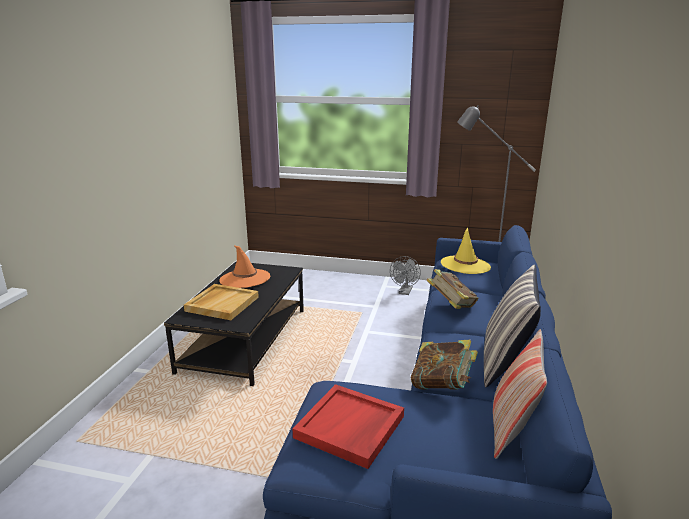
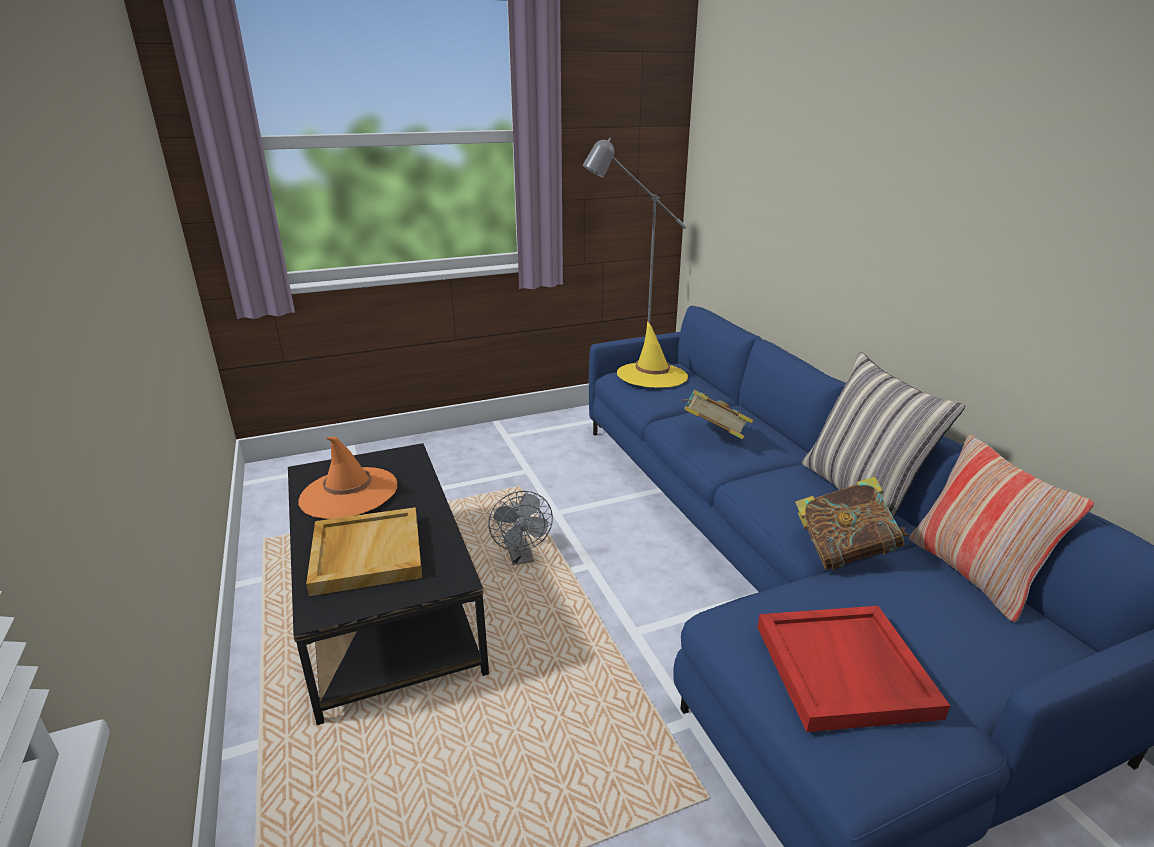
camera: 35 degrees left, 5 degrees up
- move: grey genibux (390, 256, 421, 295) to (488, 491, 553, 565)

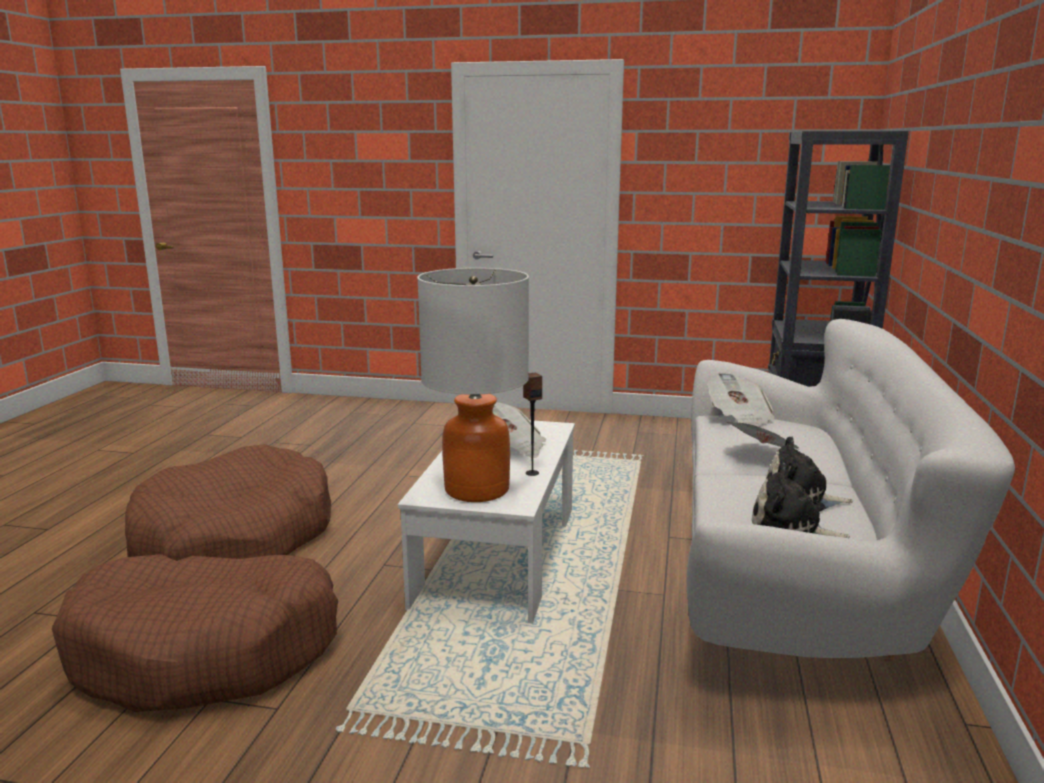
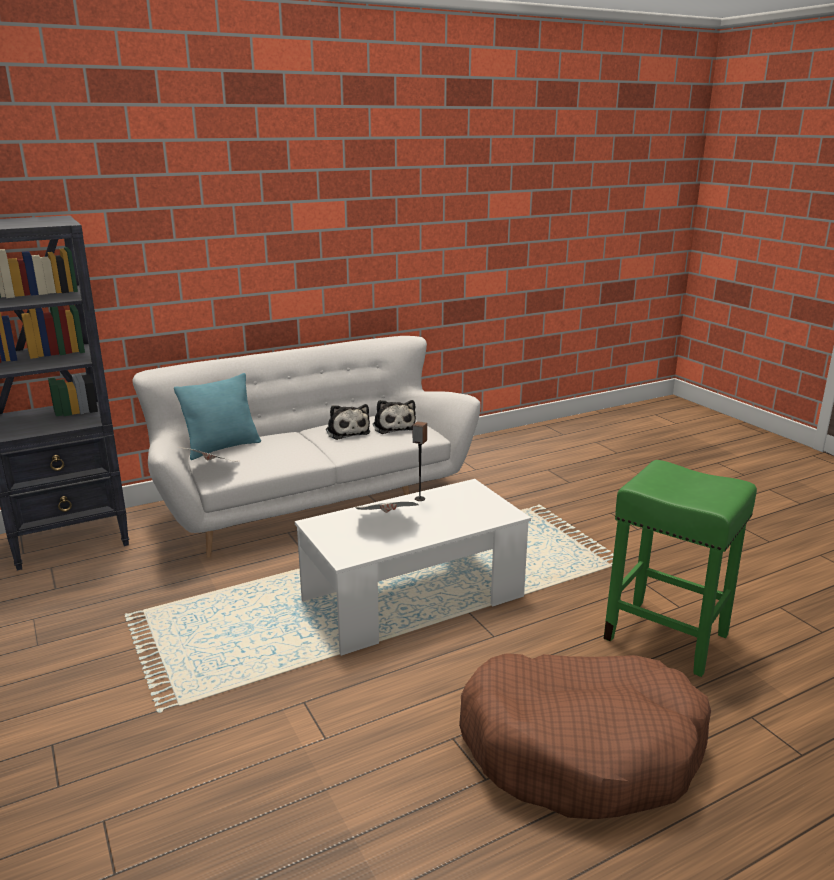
camera: 130 degrees left, 5 degrees up
- insert: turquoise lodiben (174, 373, 261, 460)
- replace: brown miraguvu (52, 554, 338, 712) to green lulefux (603, 460, 757, 677)
- delete: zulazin (417, 268, 529, 502)
- delete: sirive (727, 422, 800, 451)

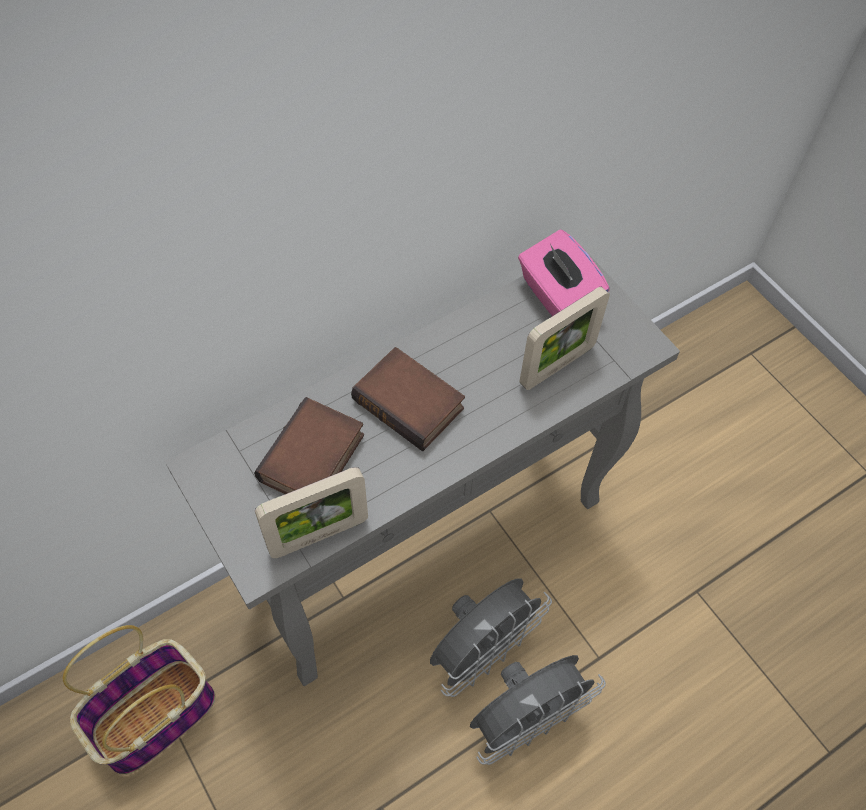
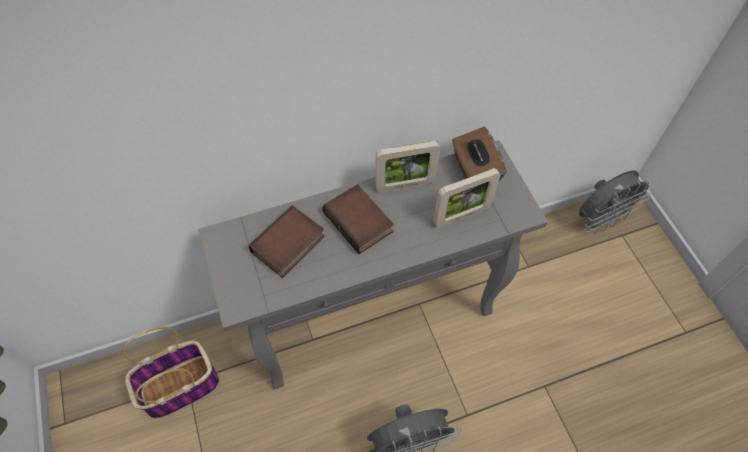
camera: 15 degrees right, 0 degrees up
- move: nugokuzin (255, 467, 368, 558) to (375, 141, 440, 192)
- recolor: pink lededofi (518, 229, 610, 316) to brown lededofi (452, 127, 506, 181)
- move: grey genibux (430, 578, 552, 697) to (579, 171, 655, 234)

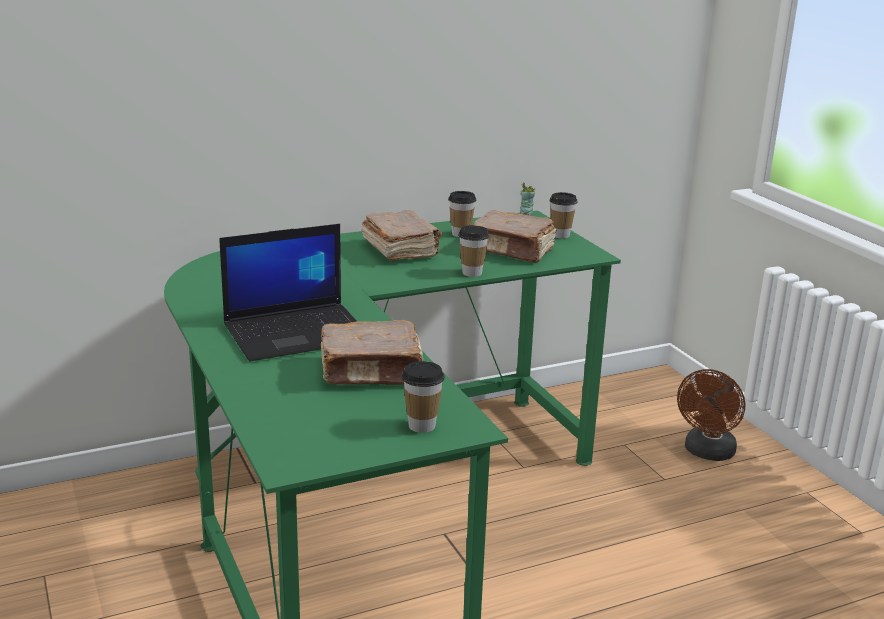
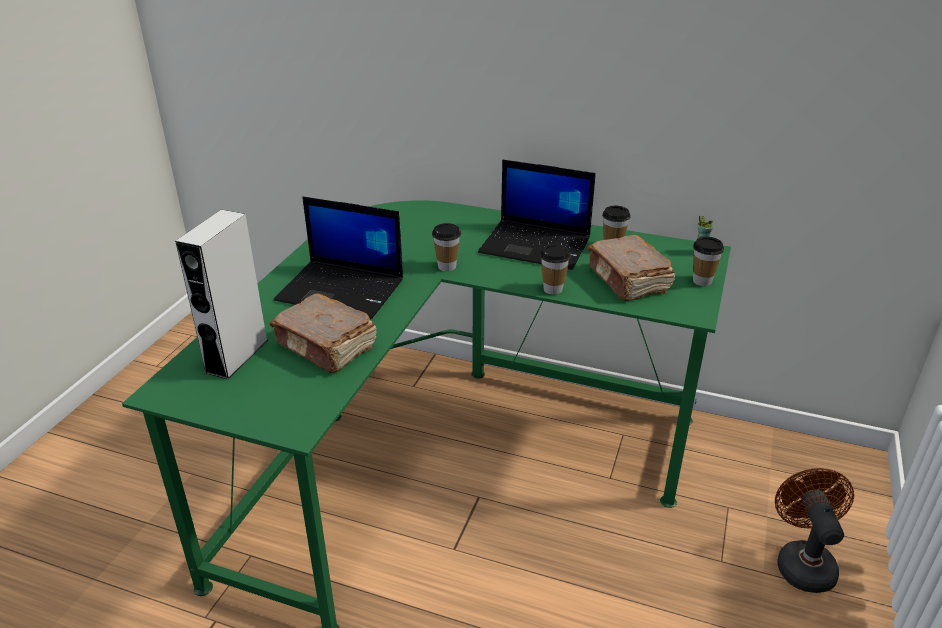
camera: 45 degrees right, 10 degrees up
- insert: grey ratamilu (175, 210, 268, 379)
- move: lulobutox (401, 361, 445, 433) to (432, 223, 461, 272)
- replace: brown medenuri (361, 210, 442, 261) to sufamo (478, 159, 596, 270)
- rotate: brown genibux (677, 369, 745, 461) = (775, 468, 854, 593) 105 degrees clockwise

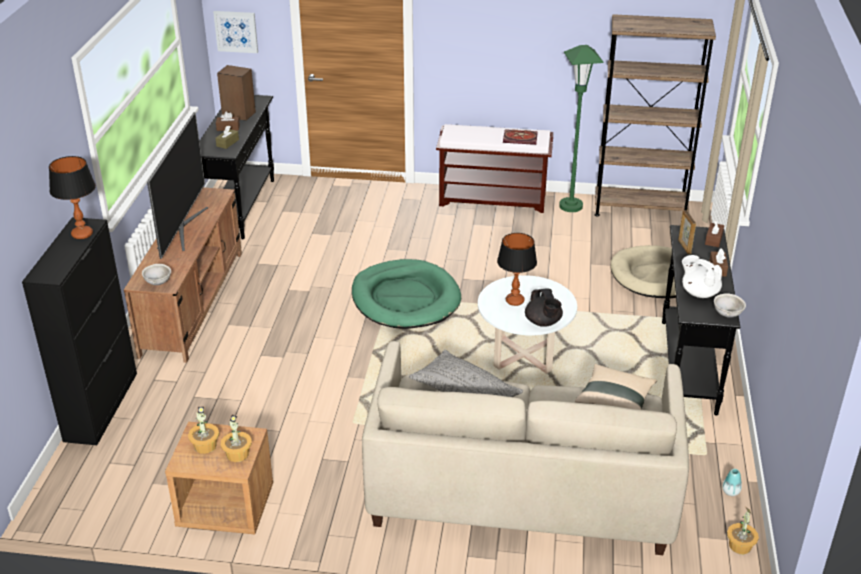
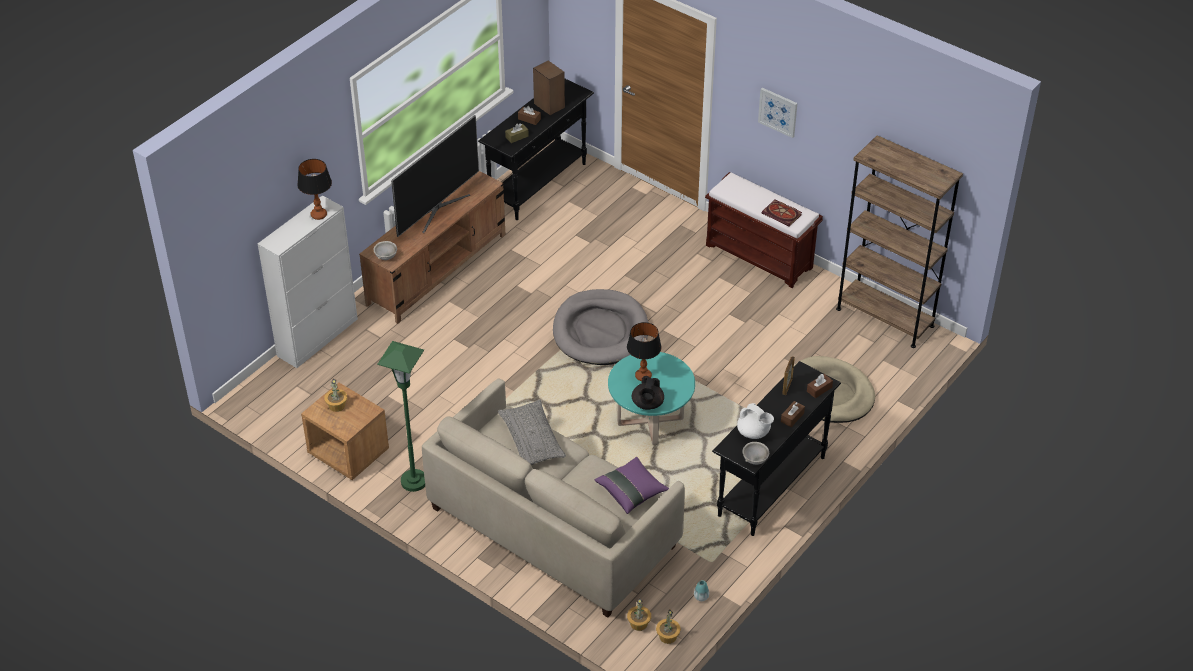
camera: 30 degrees right, 10 degrees up
- recolor: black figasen (22, 217, 137, 445) to white figasen (258, 195, 358, 368)
- move: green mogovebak (559, 45, 604, 212) to (377, 341, 425, 492)
- recolor: green miraguvu (352, 259, 461, 329) to grey miraguvu (553, 289, 649, 365)
- recolor: beige lodiben (575, 364, 657, 410) to purple lodiben (595, 457, 669, 514)
- recolor: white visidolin (478, 275, 577, 374) to turquoise visidolin (608, 352, 695, 445)
- move: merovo (221, 415, 252, 462) to (627, 598, 651, 631)
- rotate: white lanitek (682, 255, 722, 298) = (737, 403, 774, 439) 150 degrees clockwise
- move: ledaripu (213, 11, 258, 53) to (758, 88, 797, 138)

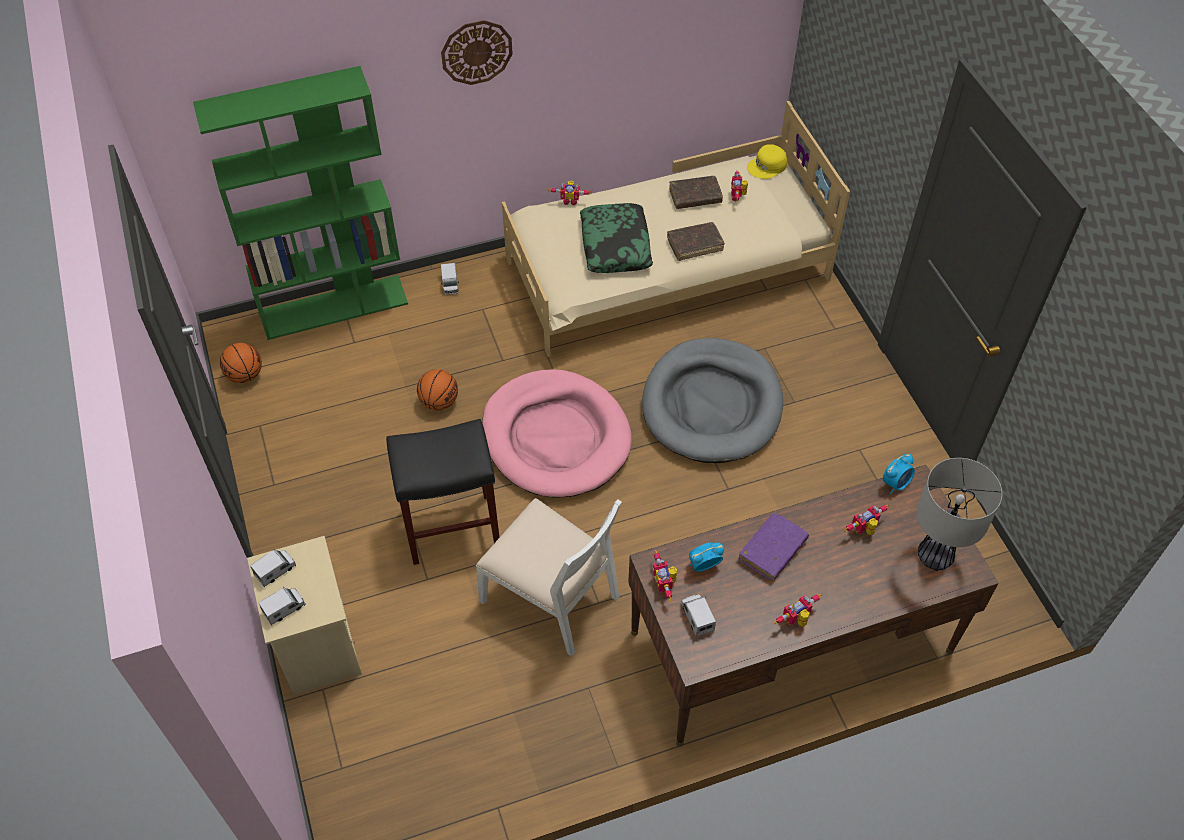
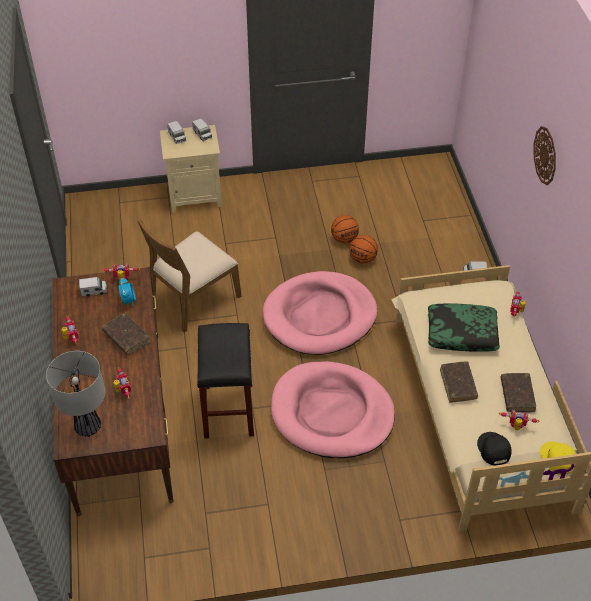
camera: 100 degrees right, 5 degrees down
- recolor: purple medenuri (739, 512, 809, 581) to brown medenuri (102, 313, 151, 355)
- recolor: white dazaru (476, 498, 622, 656) to brown dazaru (138, 220, 241, 333)
- move: black lulefux (386, 419, 500, 565) to (197, 323, 254, 439)
- recolor: grey miraguvu (642, 338, 783, 463) to pink miraguvu (271, 361, 395, 458)
- move: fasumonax (220, 343, 262, 383) to (331, 215, 359, 243)
- insert: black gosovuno (477, 432, 512, 465)
- delete: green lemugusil (193, 66, 408, 340)
- delete: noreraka (883, 454, 915, 494)

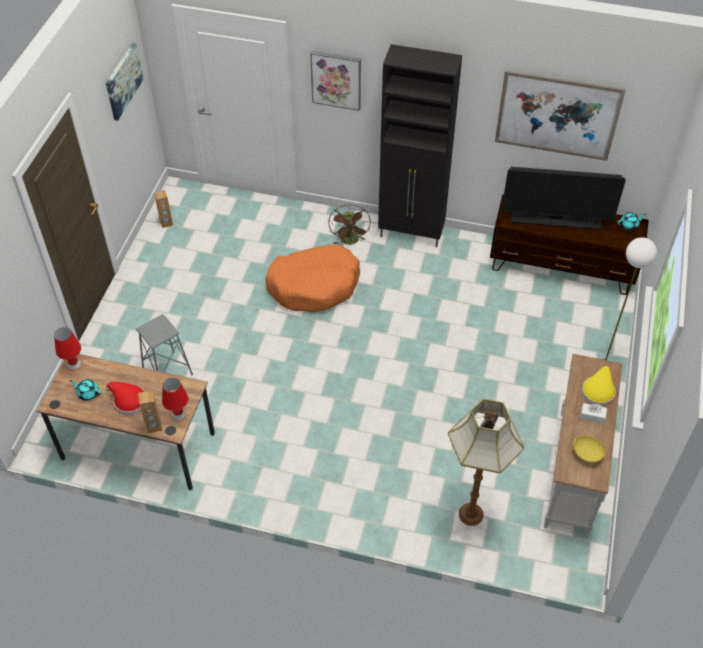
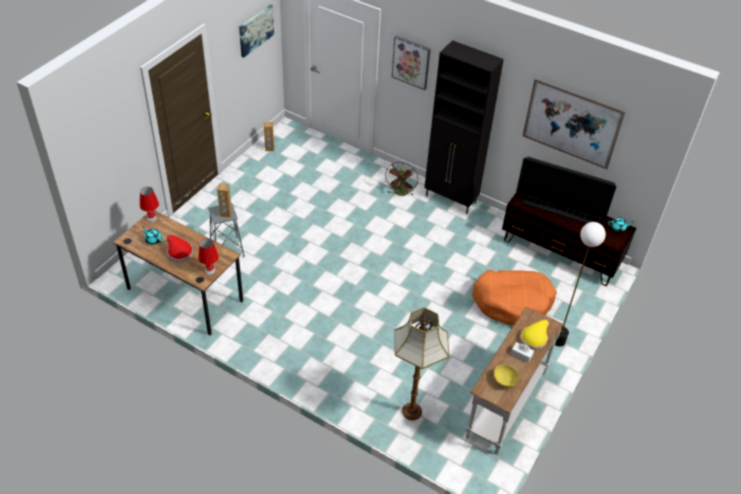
camera: 15 degrees right, 5 degrees down
- move: brown ratamilu (138, 390, 162, 433) to (217, 184, 232, 217)
- move: orange miraguvu (265, 245, 360, 312) to (472, 270, 557, 325)

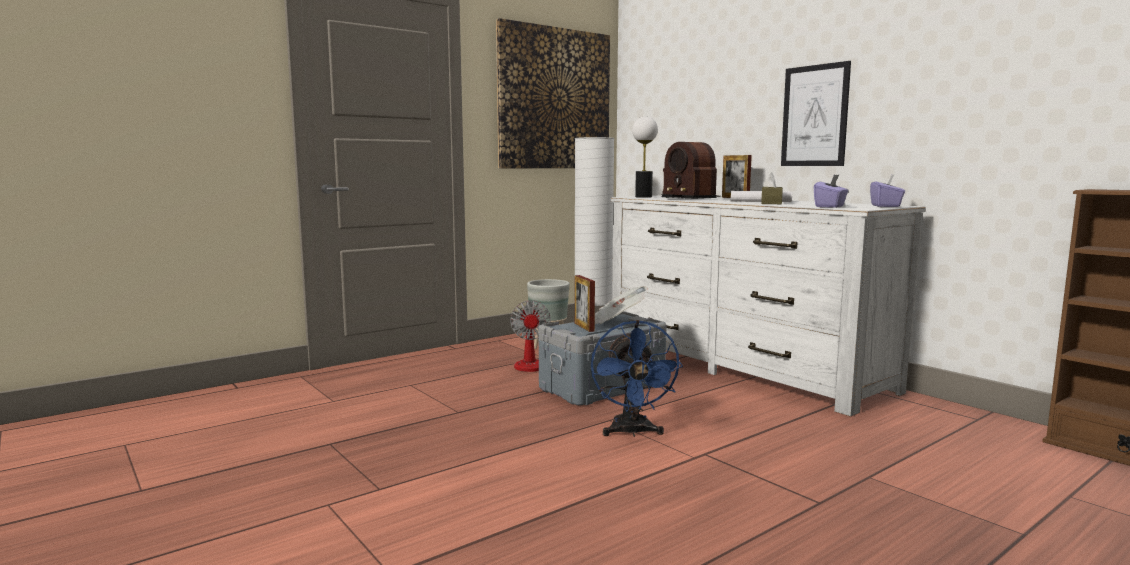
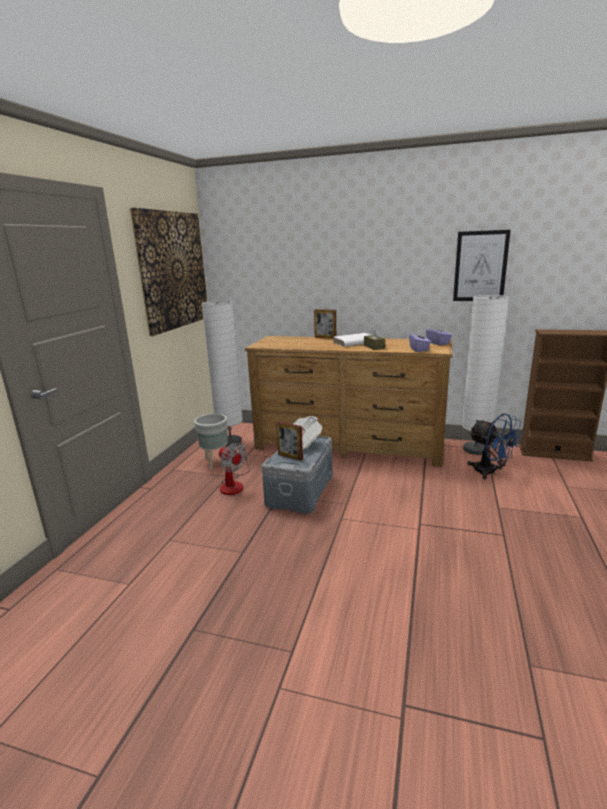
camera: 35 degrees left, 10 degrees up
- recolor: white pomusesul (611, 195, 926, 417) to brown pomusesul (245, 336, 453, 467)
- move: ledaripu (781, 61, 851, 166) to (453, 230, 511, 301)
- insert: white mogovebak (462, 295, 509, 455)
- move: blue genibux (591, 320, 683, 437) to (467, 414, 522, 479)
- delete: zulazin (632, 116, 658, 198)
- delete: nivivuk (661, 142, 721, 199)

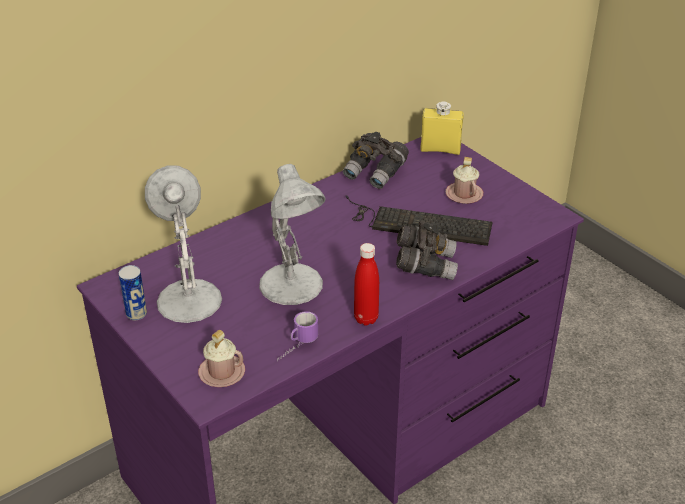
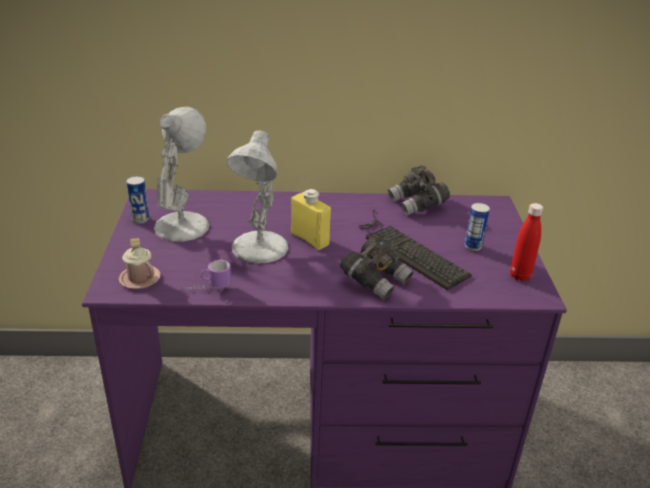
camera: 35 degrees right, 5 degrees down
- move: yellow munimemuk (420, 101, 464, 155) to (291, 189, 331, 250)
- replace: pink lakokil (446, 157, 483, 204) to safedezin (465, 203, 490, 251)
- move: red munimemuk (354, 243, 379, 325) to (510, 203, 544, 281)

